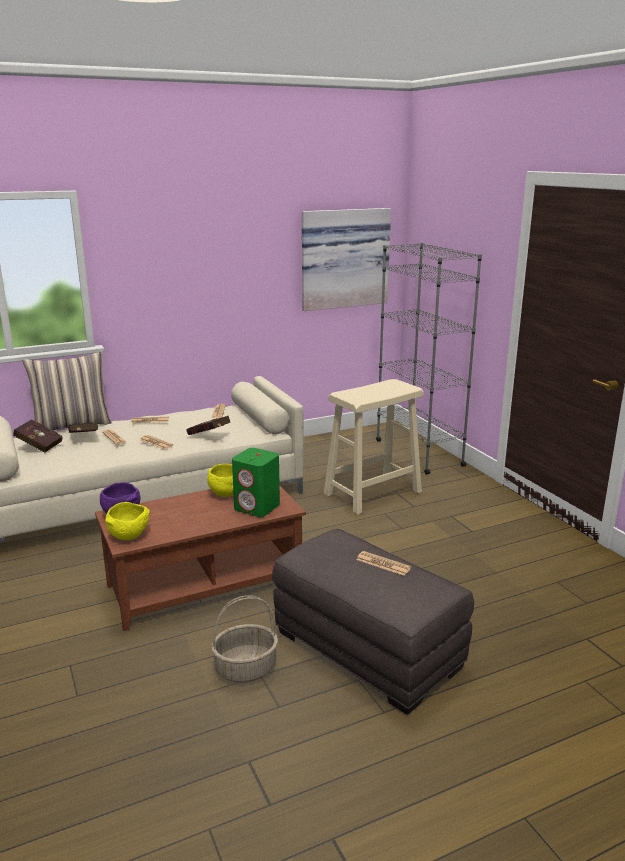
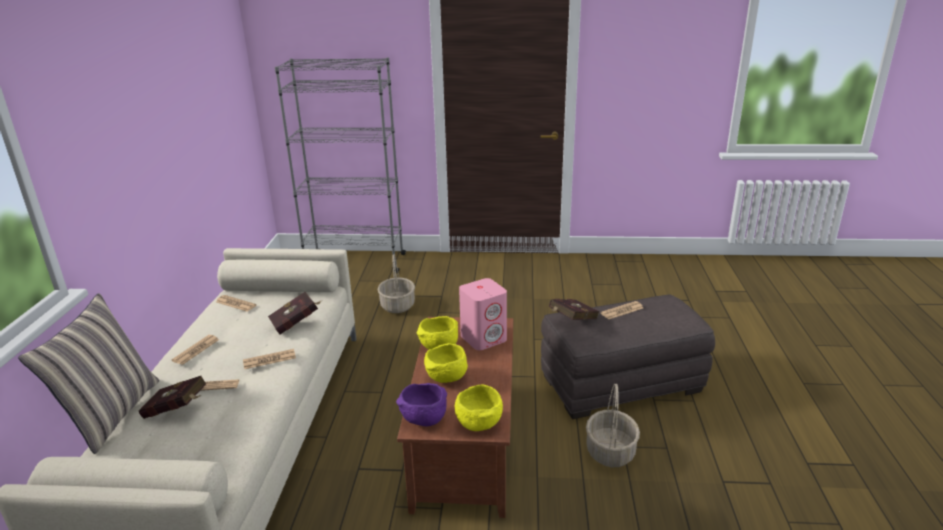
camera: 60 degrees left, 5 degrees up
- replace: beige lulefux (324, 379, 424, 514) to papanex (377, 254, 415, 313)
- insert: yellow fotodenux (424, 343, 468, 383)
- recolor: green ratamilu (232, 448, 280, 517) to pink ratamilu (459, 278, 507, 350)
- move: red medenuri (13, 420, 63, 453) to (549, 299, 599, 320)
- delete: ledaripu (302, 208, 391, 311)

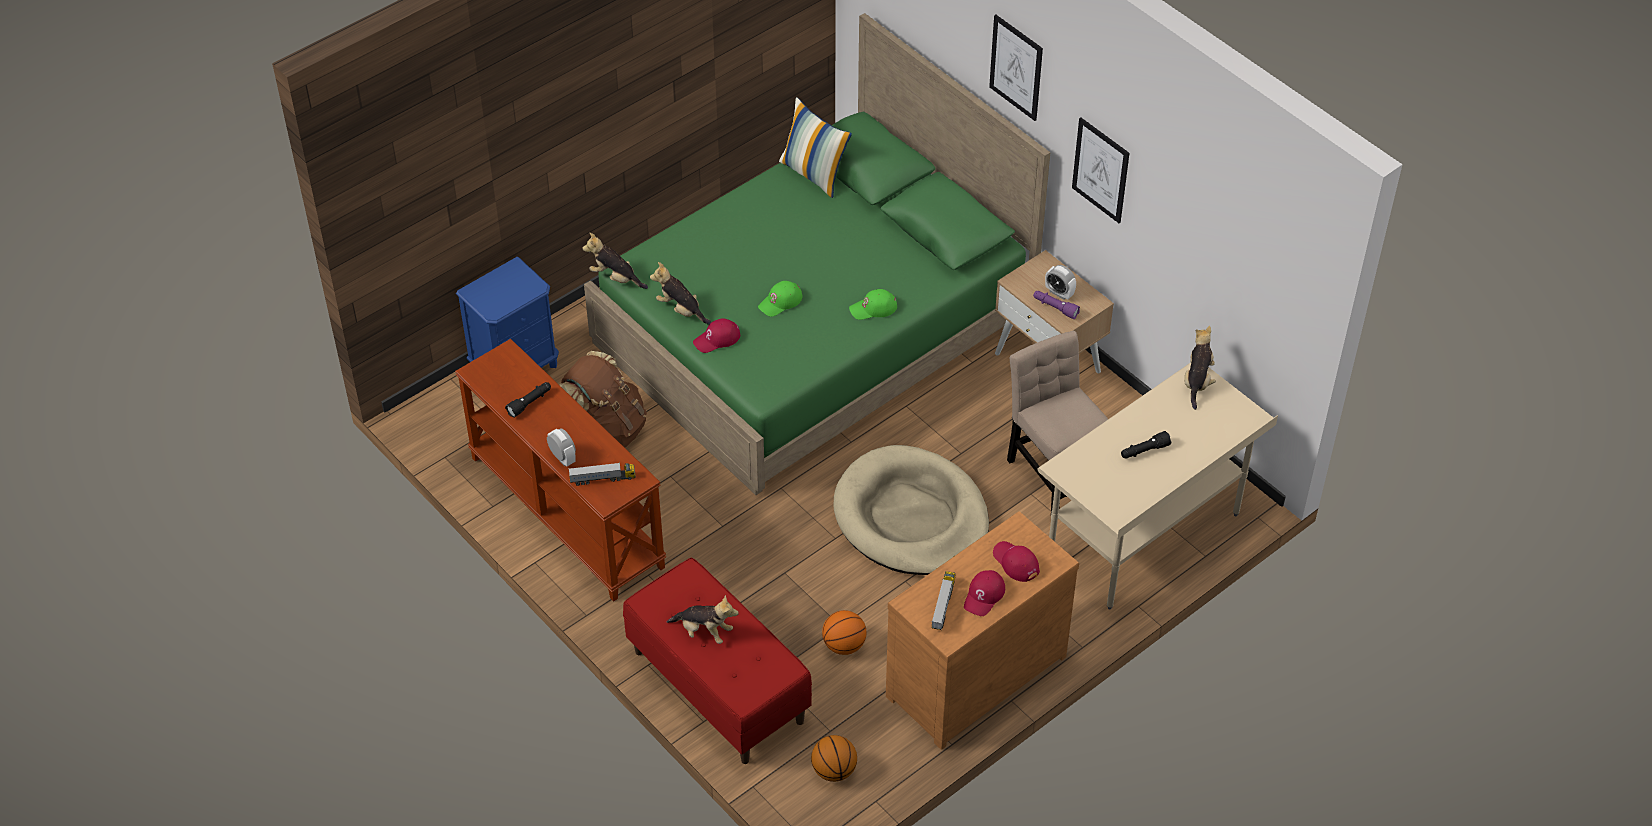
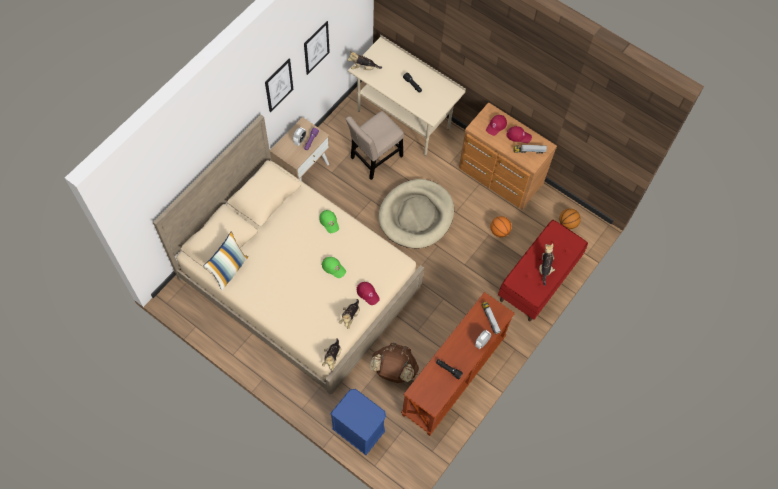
camera: 105 degrees left, 15 degrees up
- recolor: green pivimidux (584, 13, 1050, 495) to beige pivimidux (153, 115, 424, 395)
- move: ledaripu (989, 15, 1043, 121) to (304, 21, 330, 75)

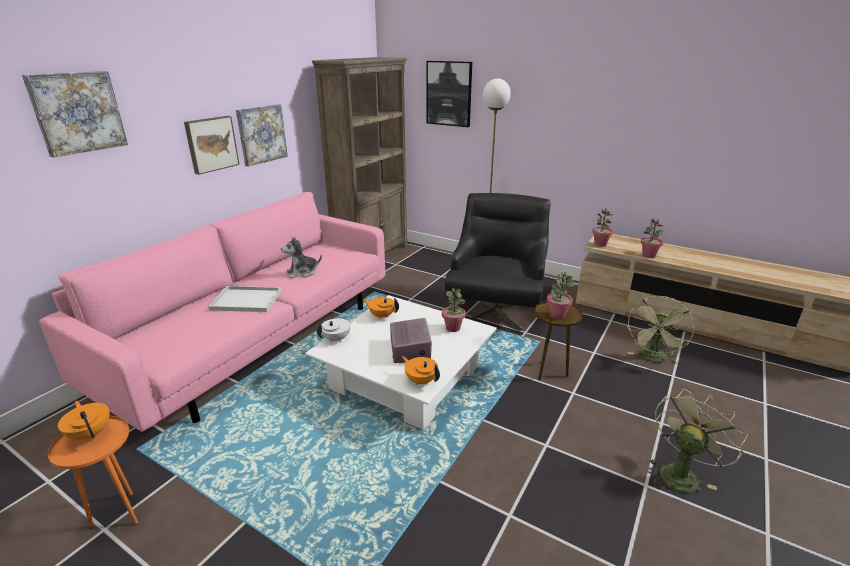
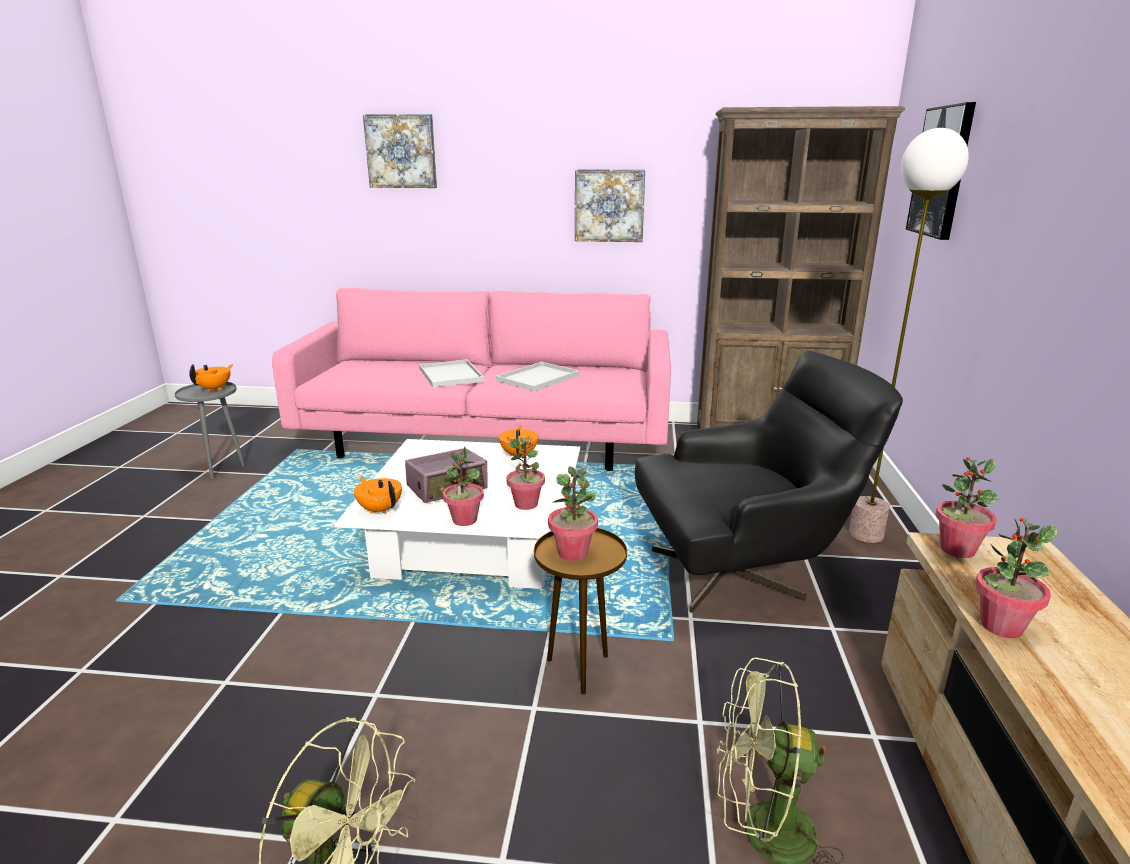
camera: 65 degrees right, 5 degrees down
- recolor: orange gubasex (48, 416, 138, 528) to grey gubasex (175, 382, 245, 480)
- rotate: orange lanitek (402, 356, 440, 385) = (354, 477, 402, 514) 60 degrees counterclockwise
- insert: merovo (443, 446, 484, 526)
- replace: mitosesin (281, 237, 322, 278) to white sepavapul (496, 362, 579, 391)
- delete: ledaripu (184, 116, 240, 175)
- delete: white lanitek (317, 318, 354, 342)

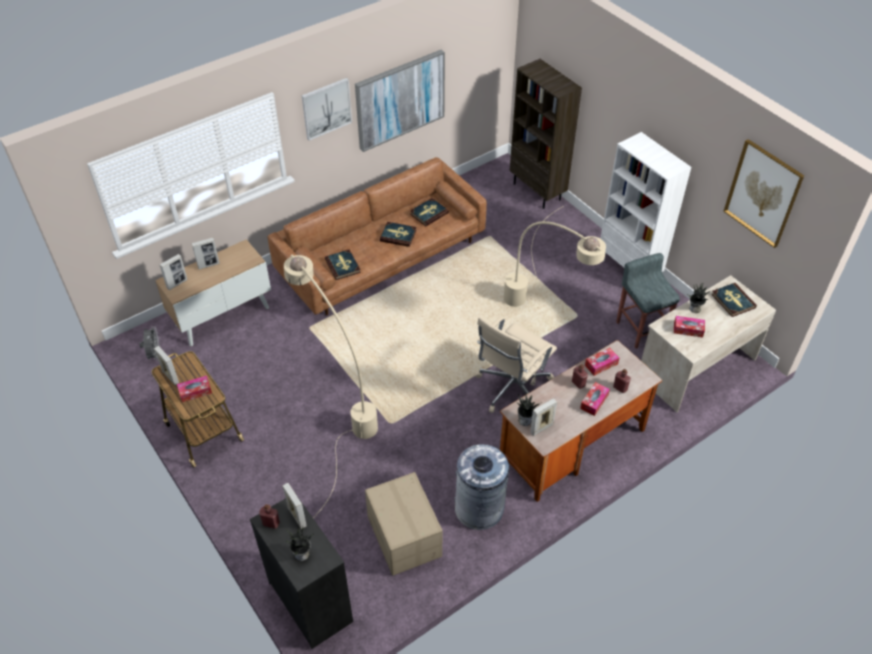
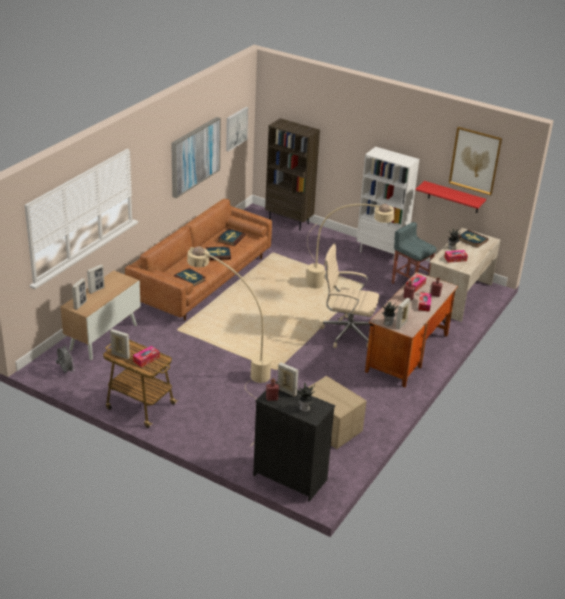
camera: 25 degrees left, 15 degrees down
- move: ledaripu (302, 78, 352, 141) to (226, 107, 248, 152)
- rotate: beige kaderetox (475, 316, 557, 413) = (319, 243, 379, 348) 90 degrees clockwise
- insert: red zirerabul (415, 181, 486, 213)
- delete: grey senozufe (454, 444, 509, 530)

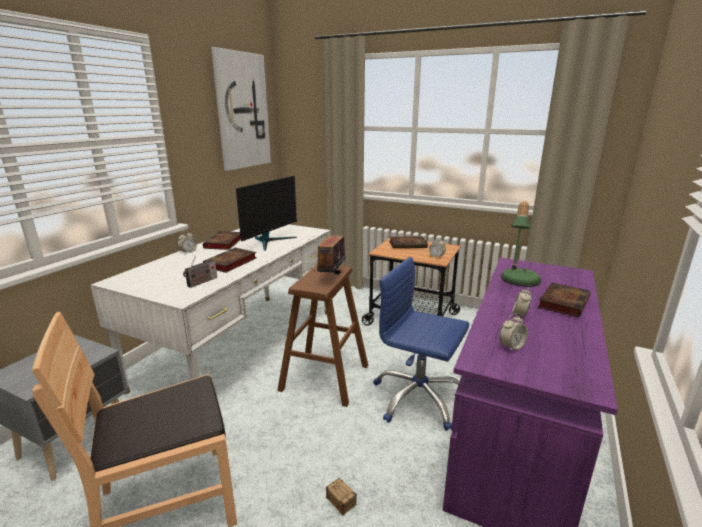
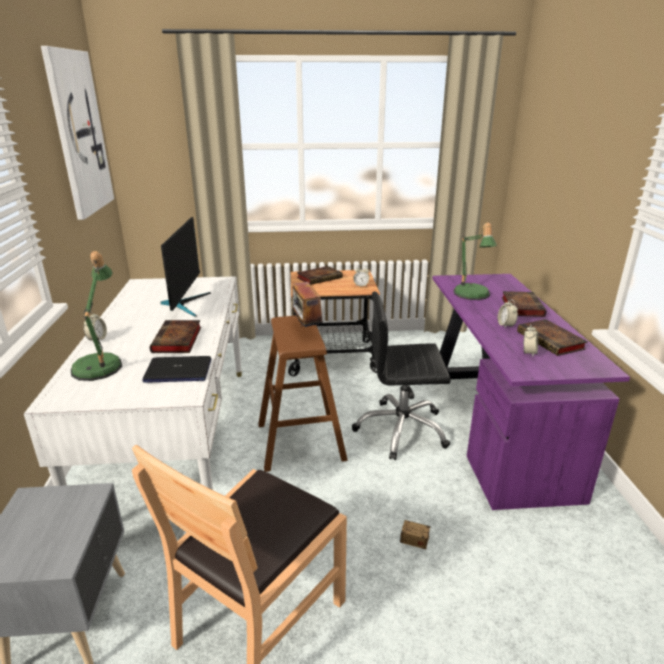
camera: 30 degrees left, 5 degrees up
- insert: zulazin (71, 251, 122, 381)
- replace: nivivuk (183, 256, 217, 288) to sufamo (142, 356, 211, 383)
- recolor: blue kaderetox (373, 257, 469, 431) to black kaderetox (352, 292, 451, 460)
- move: medenuri (203, 231, 241, 250) to (517, 319, 588, 356)

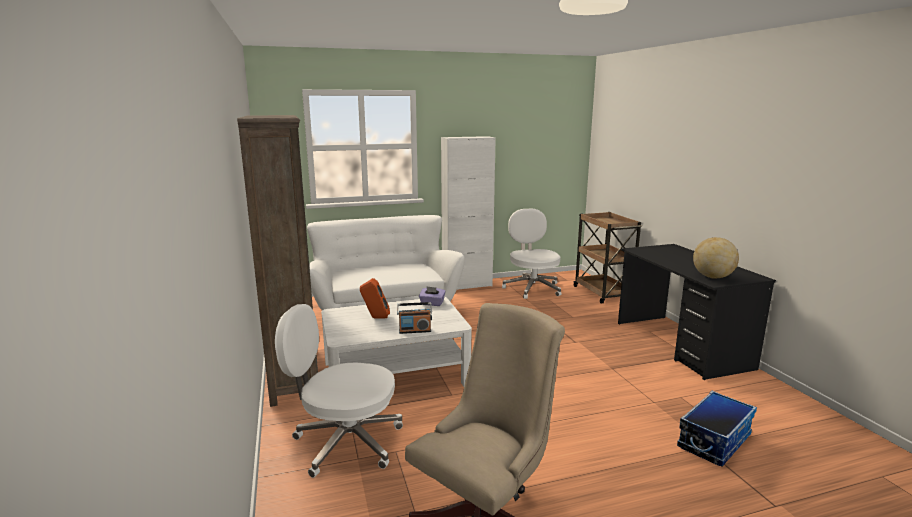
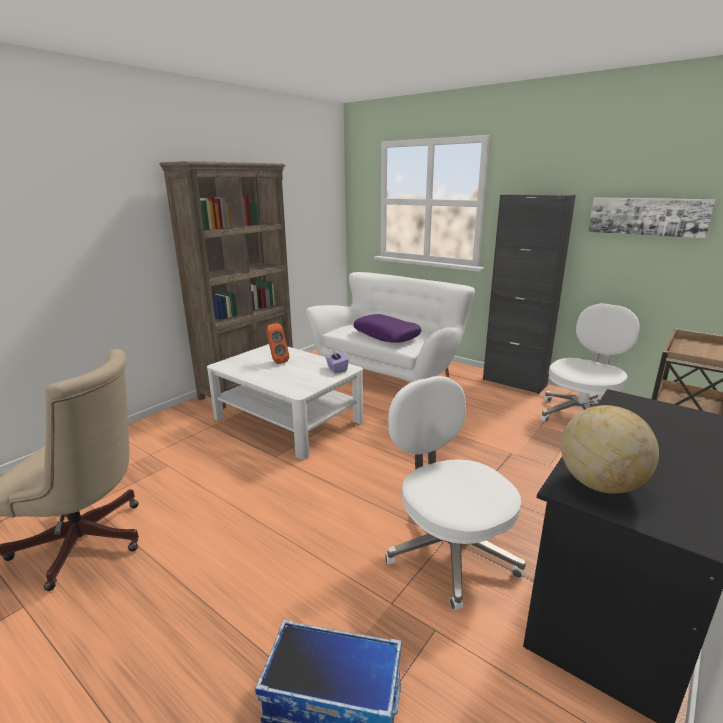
camera: 55 degrees right, 5 degrees up
- insert: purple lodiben (354, 314, 422, 343)
- move: white kaderetox (275, 304, 403, 478) to (385, 376, 526, 610)
- recolor: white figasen (441, 136, 496, 290) to black figasen (483, 194, 576, 394)
- insert: ledaripu (588, 197, 716, 238)
- delete: nivivuk (397, 302, 432, 334)

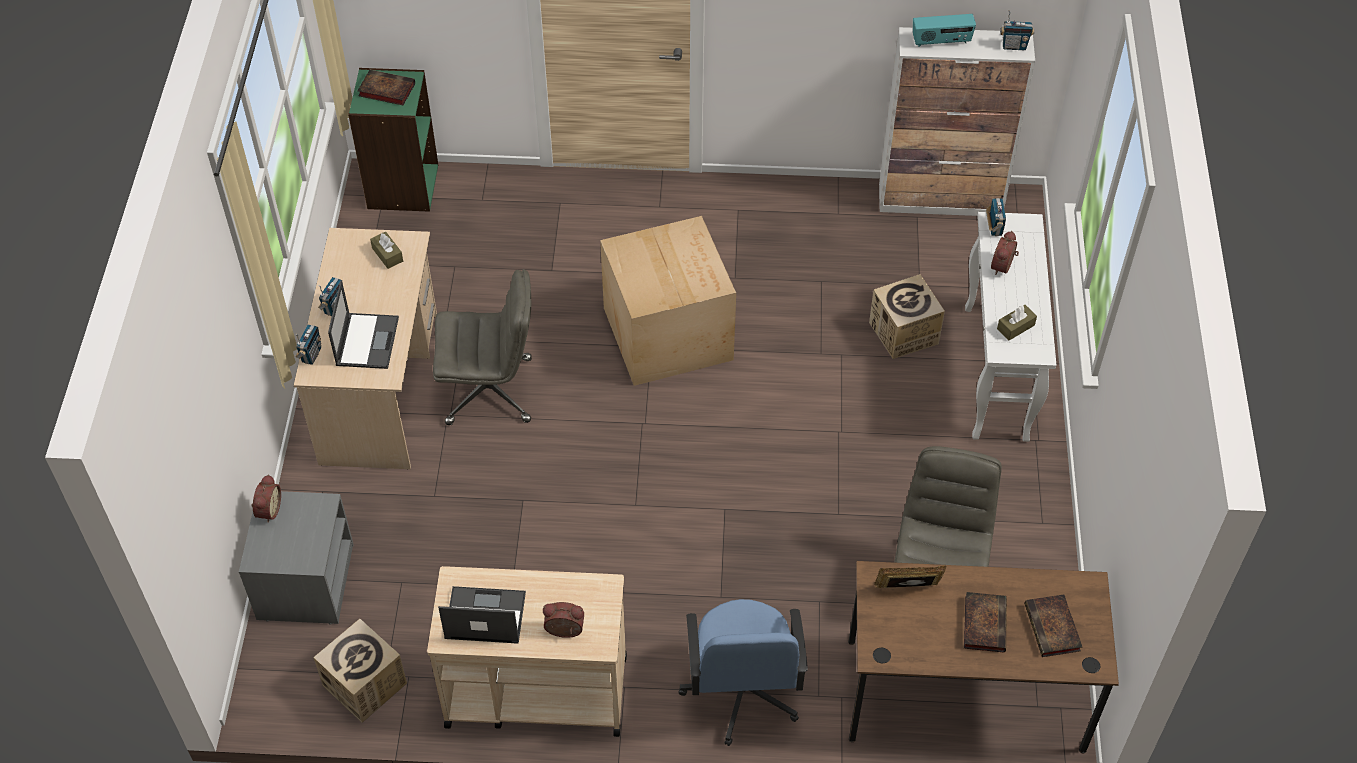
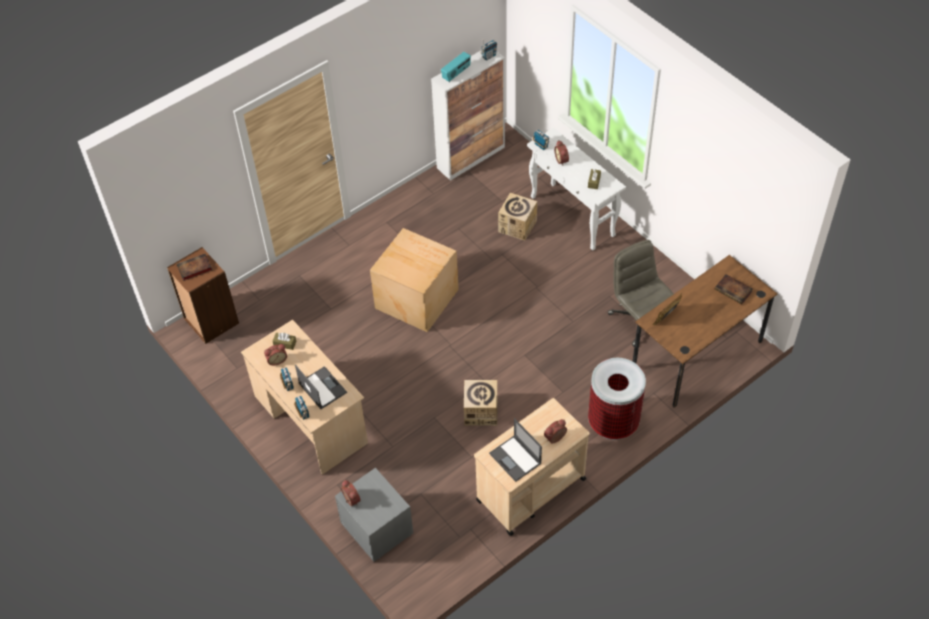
camera: 40 degrees left, 0 degrees up
- recolor: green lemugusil (348, 68, 438, 212) to brown lemugusil (167, 247, 239, 344)
- insert: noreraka (264, 344, 287, 366)
- move: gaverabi (313, 619, 407, 723) to (464, 380, 497, 426)
- rotate: sufamo (438, 586, 526, 644) = (489, 418, 542, 482) 90 degrees counterclockwise
- replace: blue kaderetox (679, 599, 808, 746) to senozufe (588, 358, 646, 440)
- delete: grey kaderetox (433, 269, 532, 425)
- delete: medenuri (964, 592, 1007, 653)

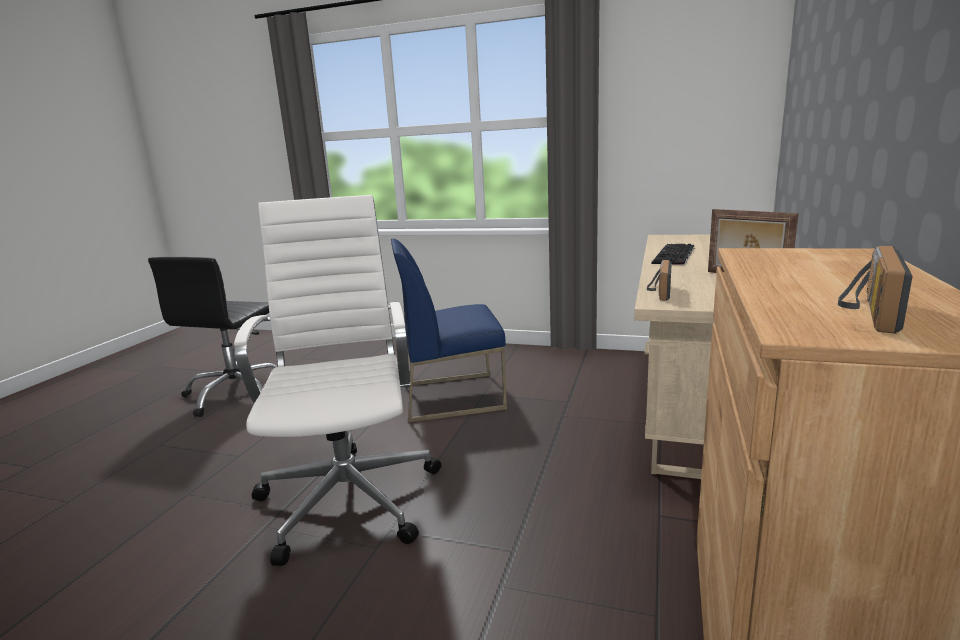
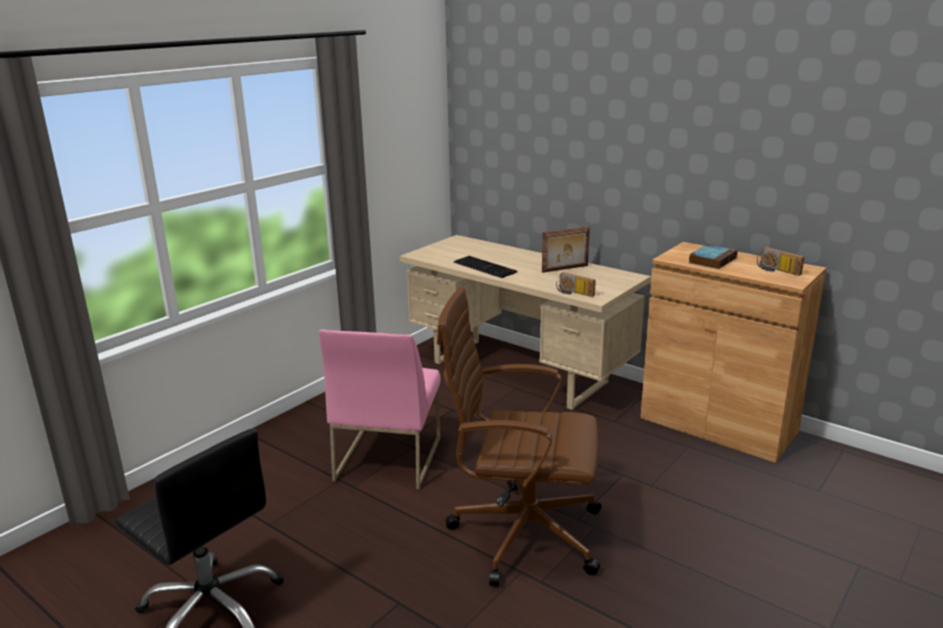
camera: 70 degrees left, 5 degrees up
- recolor: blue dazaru (391, 238, 507, 423) to pink dazaru (319, 330, 441, 489)
- recolor: white kaderetox (234, 195, 441, 566) to brown kaderetox (437, 287, 601, 587)
- insert: medenuri (689, 244, 738, 269)

